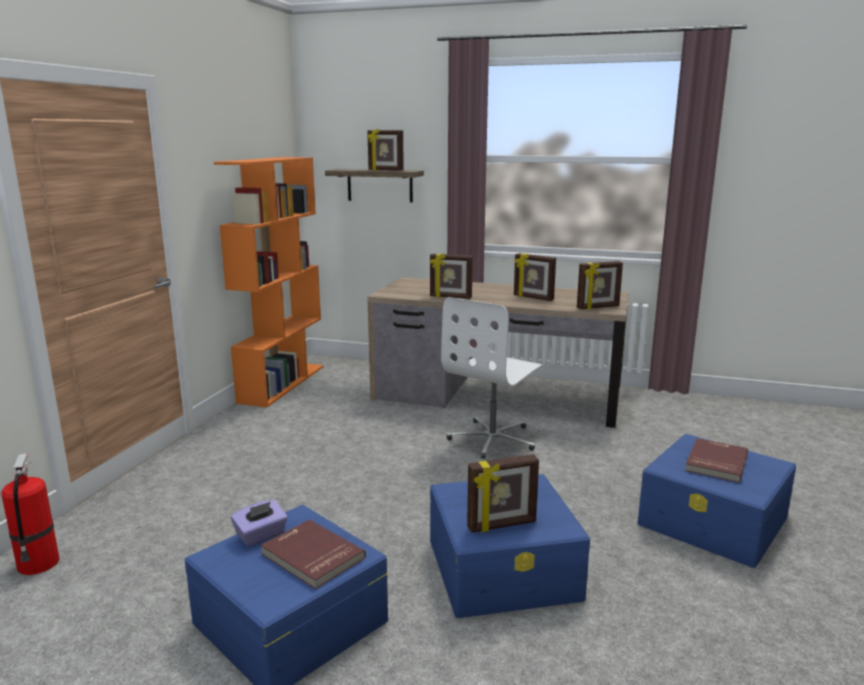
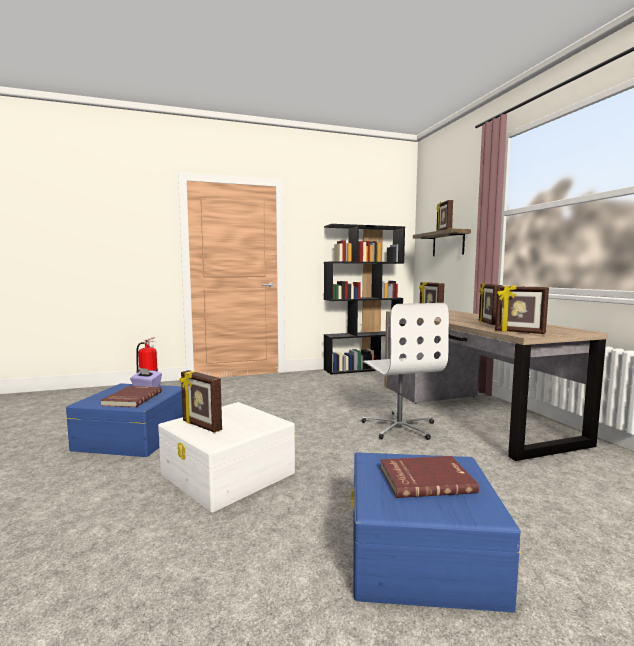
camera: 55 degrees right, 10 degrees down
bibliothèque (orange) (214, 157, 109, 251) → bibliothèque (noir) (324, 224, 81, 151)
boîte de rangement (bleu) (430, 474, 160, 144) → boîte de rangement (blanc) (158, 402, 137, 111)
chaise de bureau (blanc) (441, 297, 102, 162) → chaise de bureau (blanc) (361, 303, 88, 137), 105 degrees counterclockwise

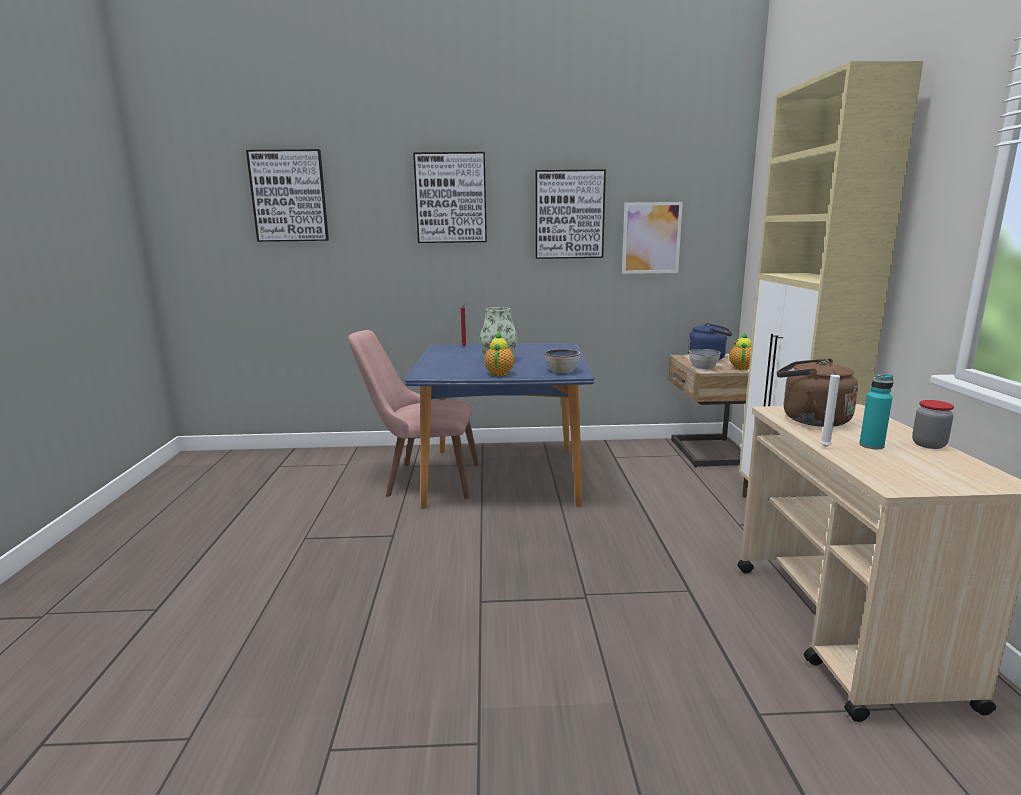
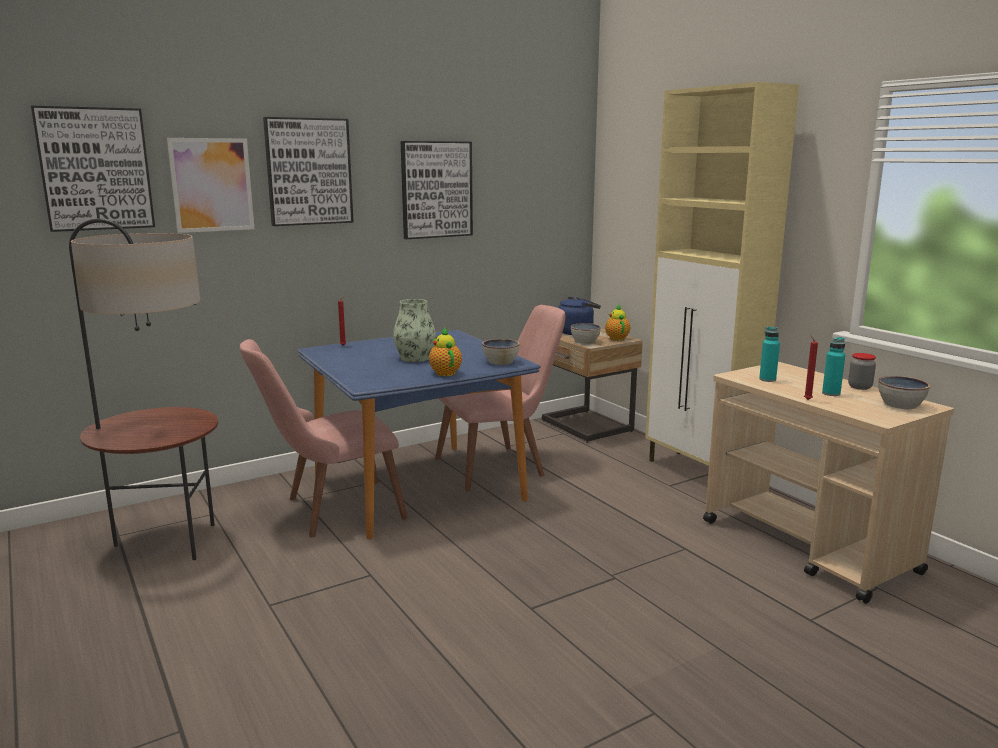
camera: 30 degrees left, 0 degrees up
tableau (622, 202, 61, 72) → tableau (167, 138, 87, 95), shifted
bouilloire (marron) (777, 359, 81, 68) → bouteille (turquoise) (759, 326, 21, 56)
bougie (blanc) (820, 365, 20, 83) → bougie (rouge) (804, 335, 14, 65)
- → lampadaire (69, 218, 149, 342)
- → chaise (rose) (435, 305, 130, 186)
- → bol (878, 376, 52, 33)

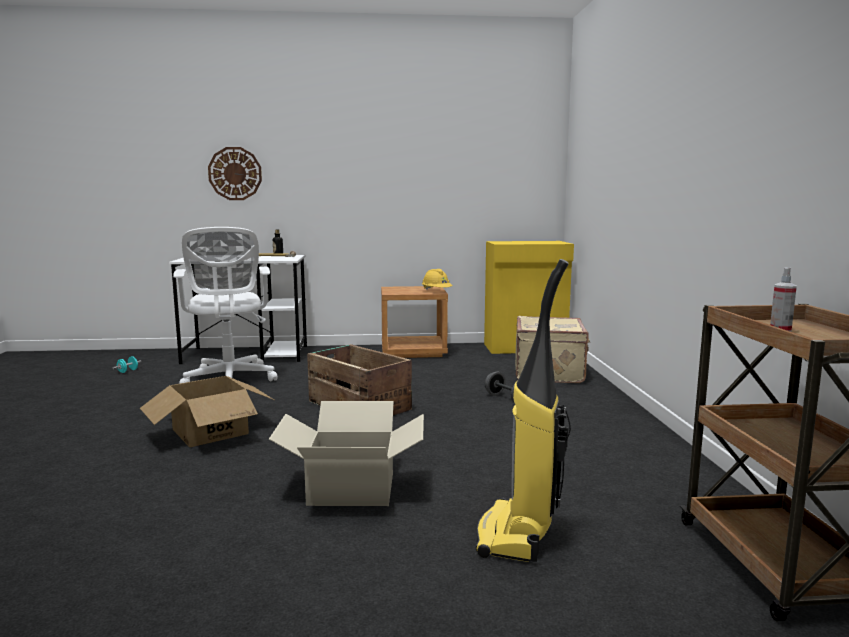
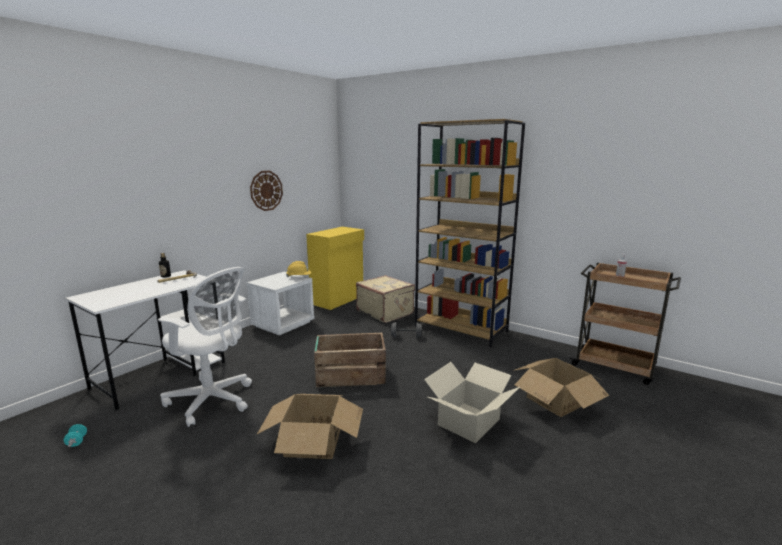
camera: 50 degrees left, 5 degrees up
horloge murale (208, 147, 54, 53) → horloge murale (250, 171, 33, 40), shifted
table de chevet (marron) (381, 286, 67, 72) → table de chevet (blanc) (247, 272, 68, 64)
aspirateur (476, 259, 95, 303) → carton (513, 358, 96, 59)
- → bibliothèque (marron) (415, 119, 110, 228)

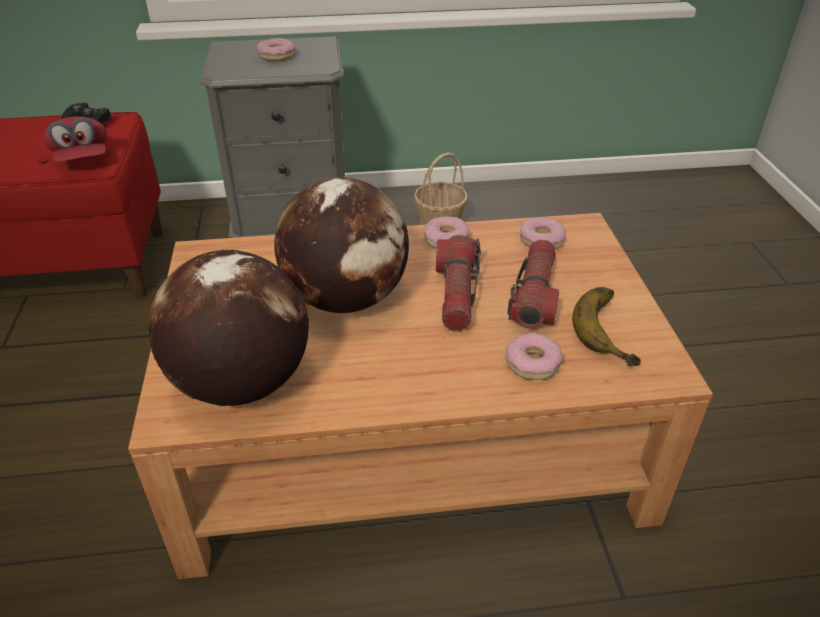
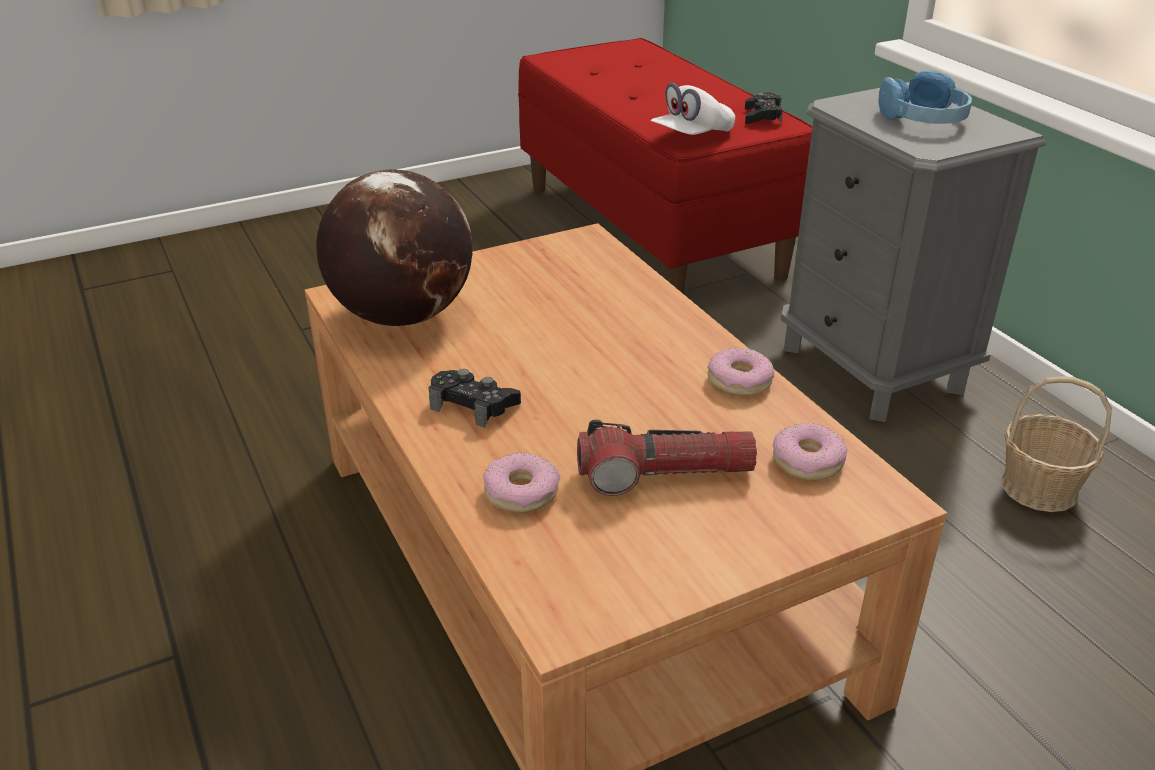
camera: 70 degrees right, 5 degrees down
casquette (rouge) (43, 116, 64, 46) → casquette (blanc) (651, 83, 84, 52)
beignet (257, 38, 38, 23) → casque audio (bleu) (878, 70, 94, 54)
globe (274, 178, 135, 135) → -
lampe de poche (436, 235, 45, 96) → -
banane (572, 287, 69, 79) → -
- → manette (noir) (429, 369, 92, 59)

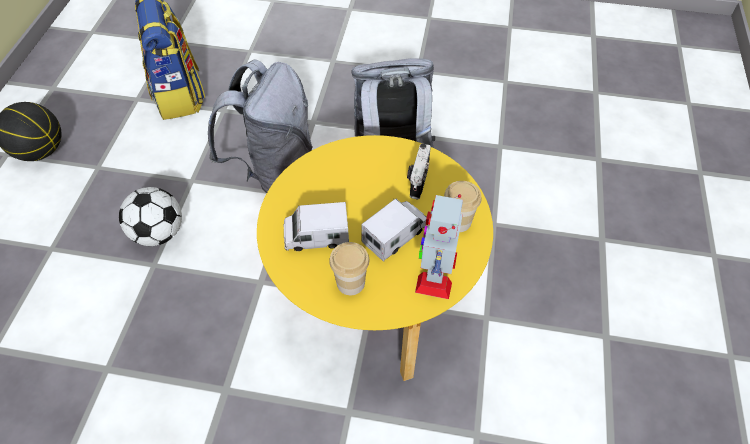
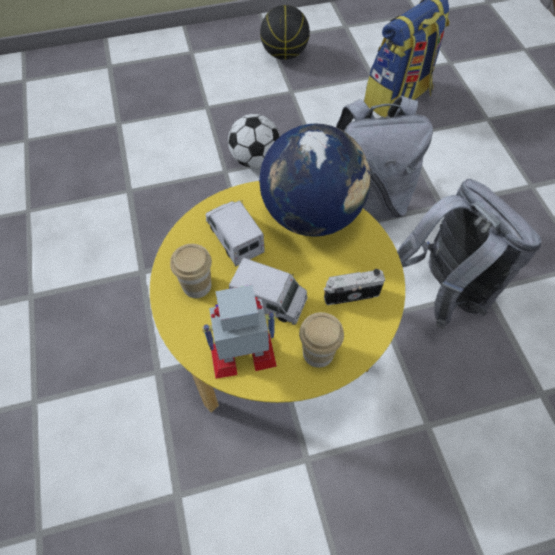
camera: 65 degrees right, 5 degrees up
- → globe (259, 123, 112, 114)

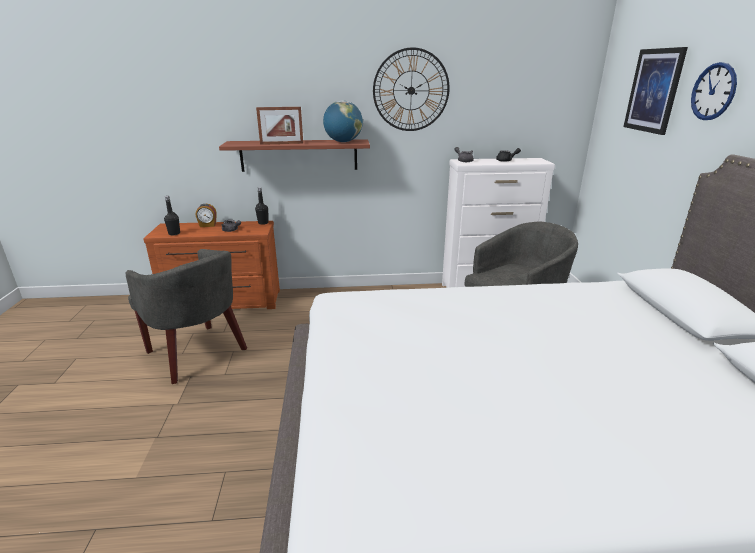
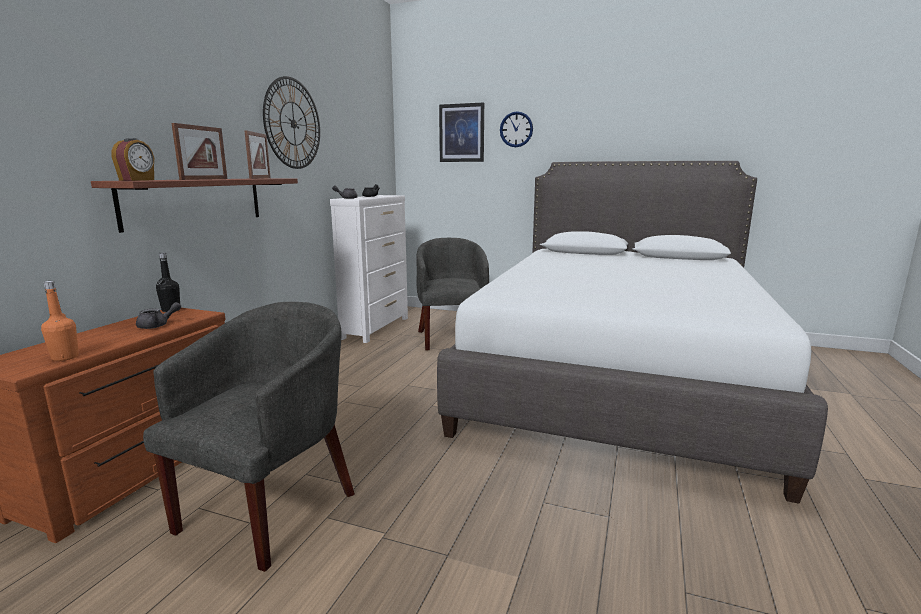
camera: 65 degrees left, 10 degrees down
fauteuil (gris) (125, 249, 122, 135) → fauteuil (gris) (143, 302, 212, 270), 45 degrees counterclockwise
bouteille (noir) (164, 196, 16, 39) → bouteille (orange) (41, 281, 38, 80)
réveil (196, 204, 21, 23) → réveil (112, 138, 42, 43), shifted
globe (323, 101, 40, 41) → cadre photo (244, 130, 27, 49)

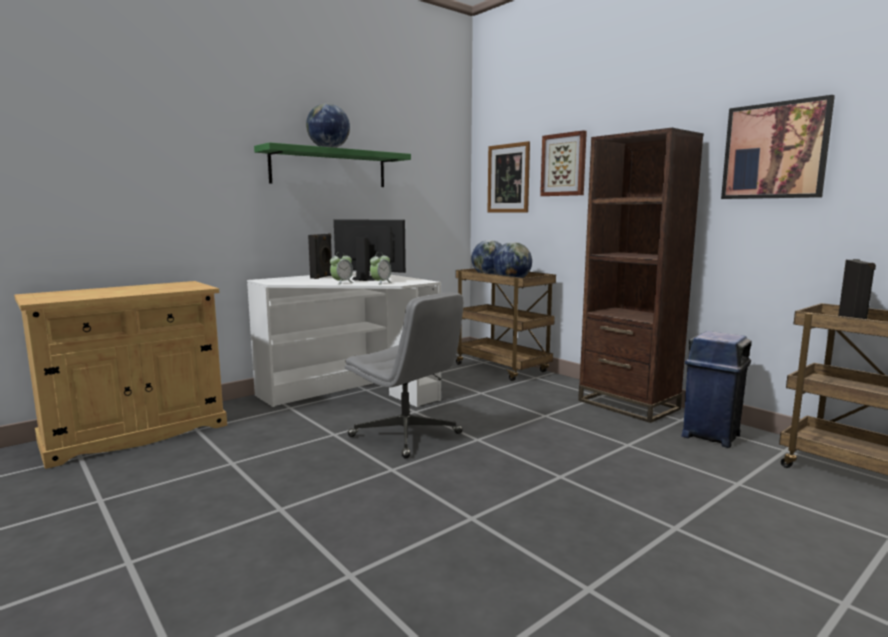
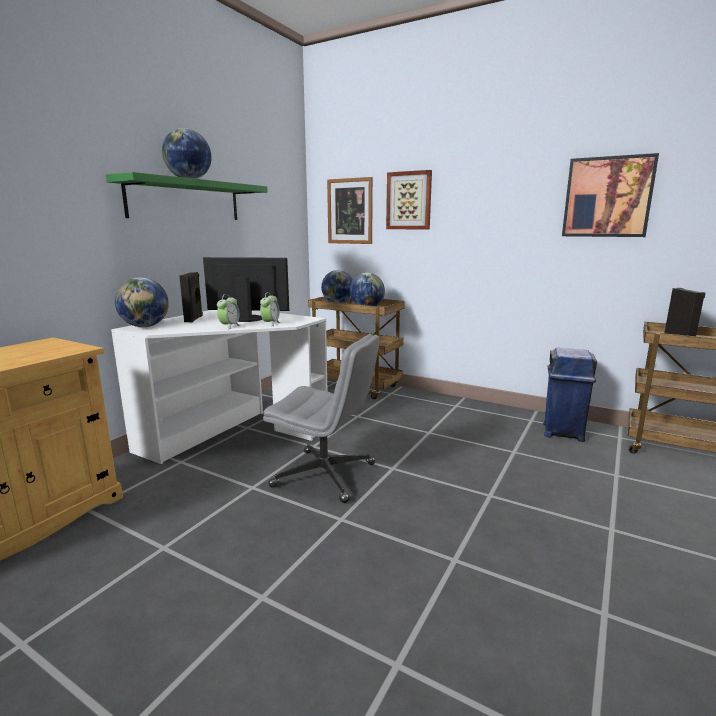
camera: 20 degrees left, 5 degrees up
bibliothèque (marron) (578, 128, 126, 295) → -
- → globe (115, 277, 54, 50)

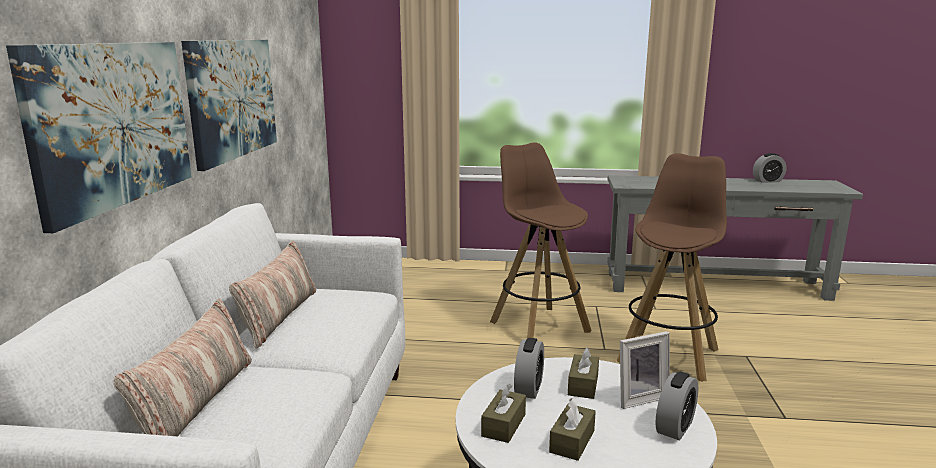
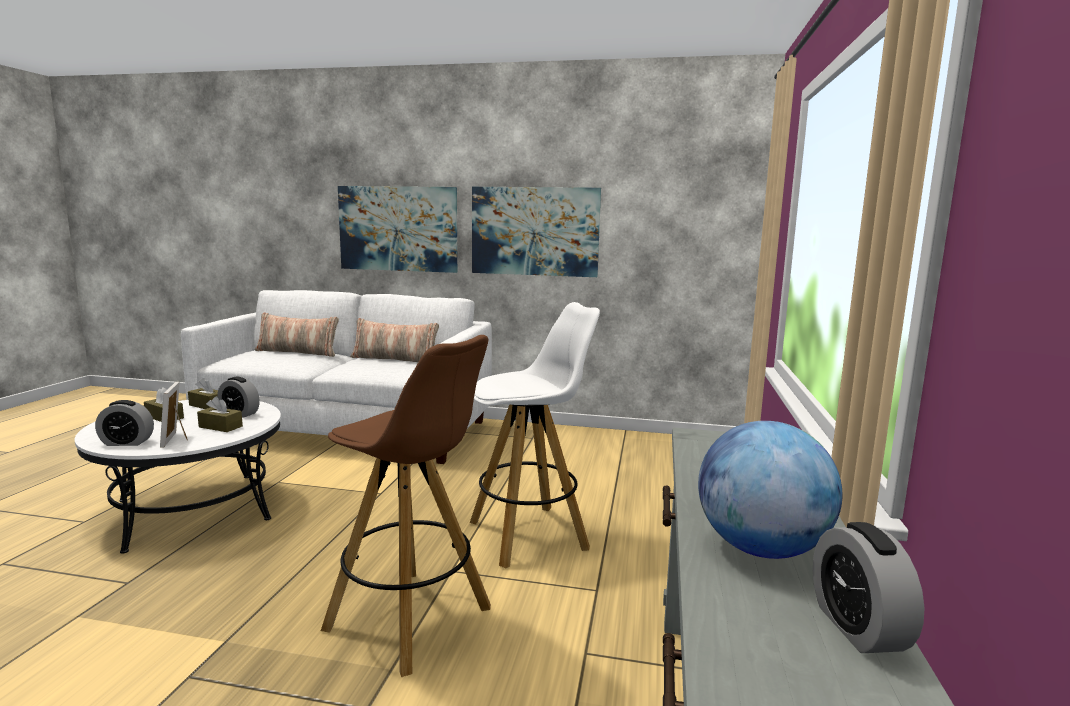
camera: 95 degrees right, 5 degrees down
tabouret (marron) (490, 142, 102, 196) → tabouret (blanc) (470, 302, 130, 267)
réveil (655, 372, 43, 69) → réveil (95, 400, 59, 46), 45 degrees counterclockwise
- → globe (698, 421, 144, 138)

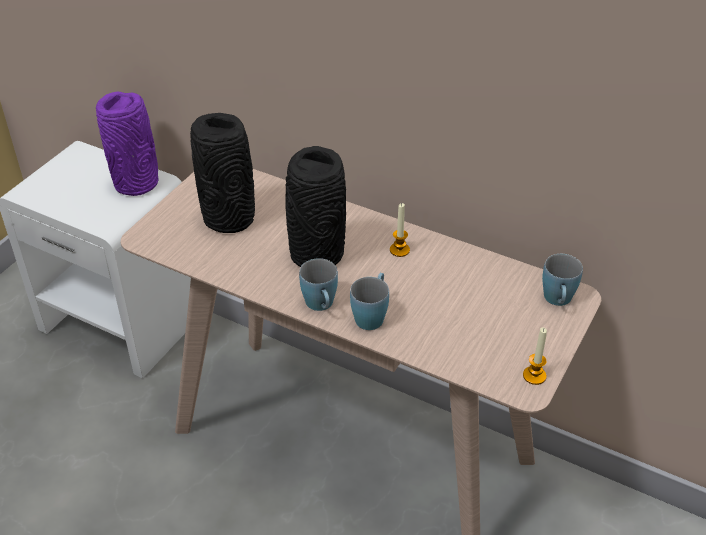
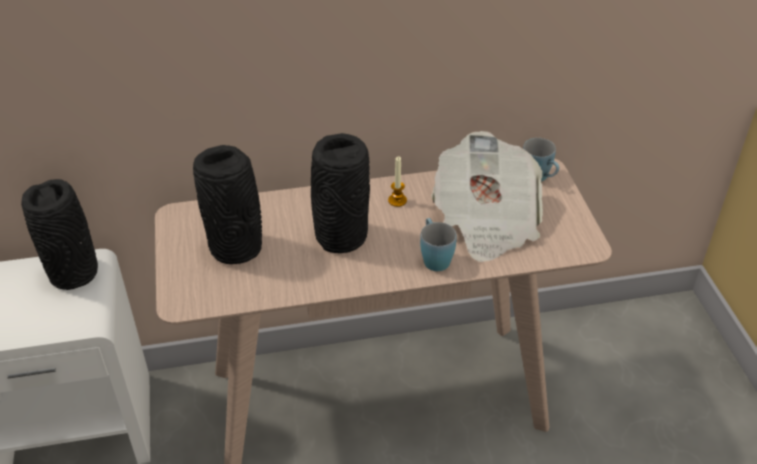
camera: 40 degrees left, 0 degrees up
vase (violet) (96, 92, 62, 104) → vase (noir) (21, 179, 77, 111)
mug (bleu) (299, 258, 39, 53) → -
bougie (523, 327, 24, 58) → -
- → journal (432, 131, 111, 131)

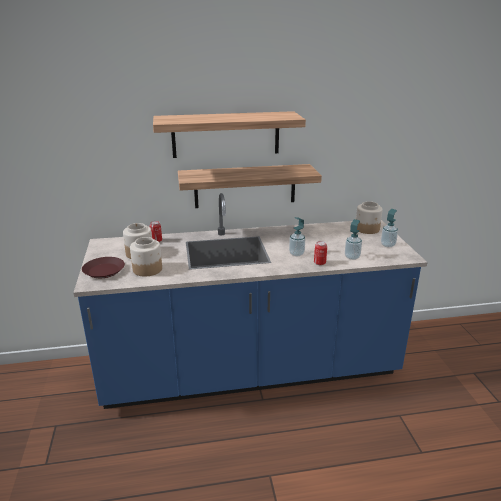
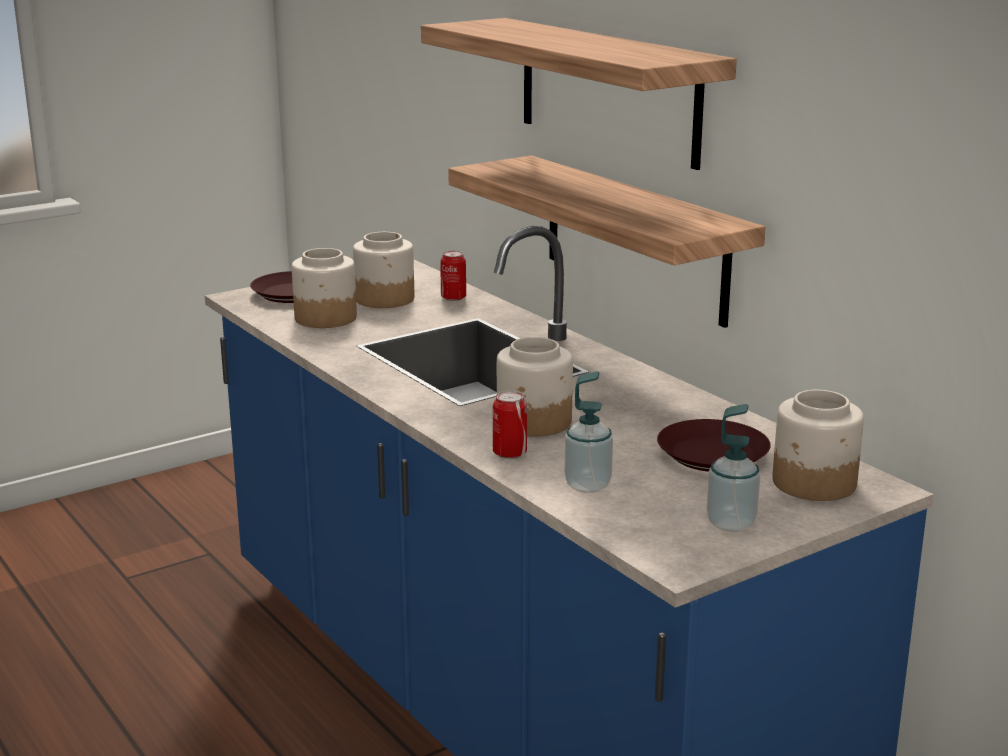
camera: 65 degrees right, 5 degrees down
distributeur de savon (289, 217, 16, 39) → bocal (497, 337, 76, 99)
- → assiette (marron) (657, 419, 114, 53)

